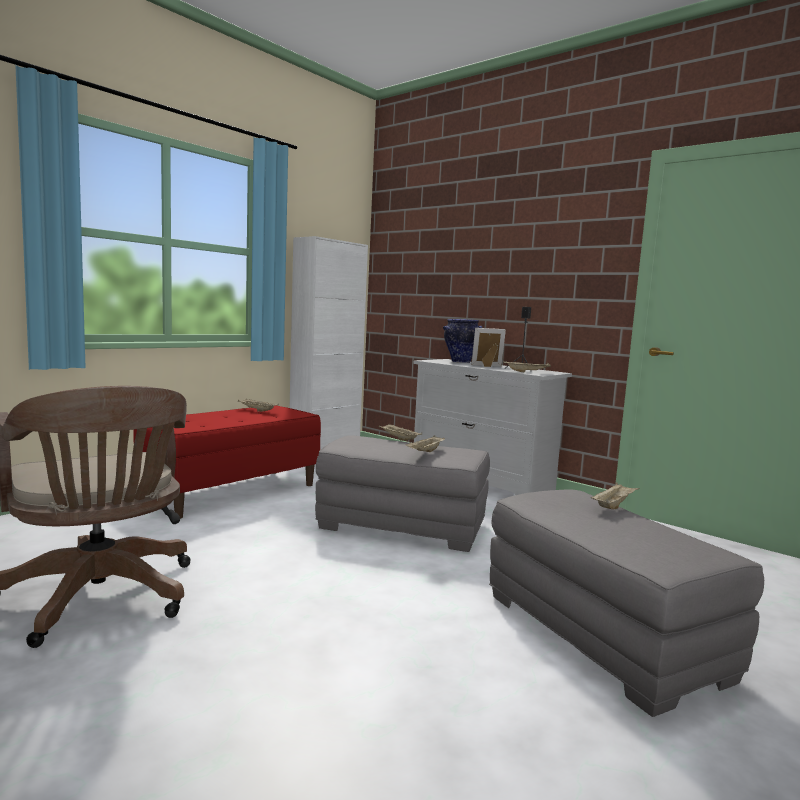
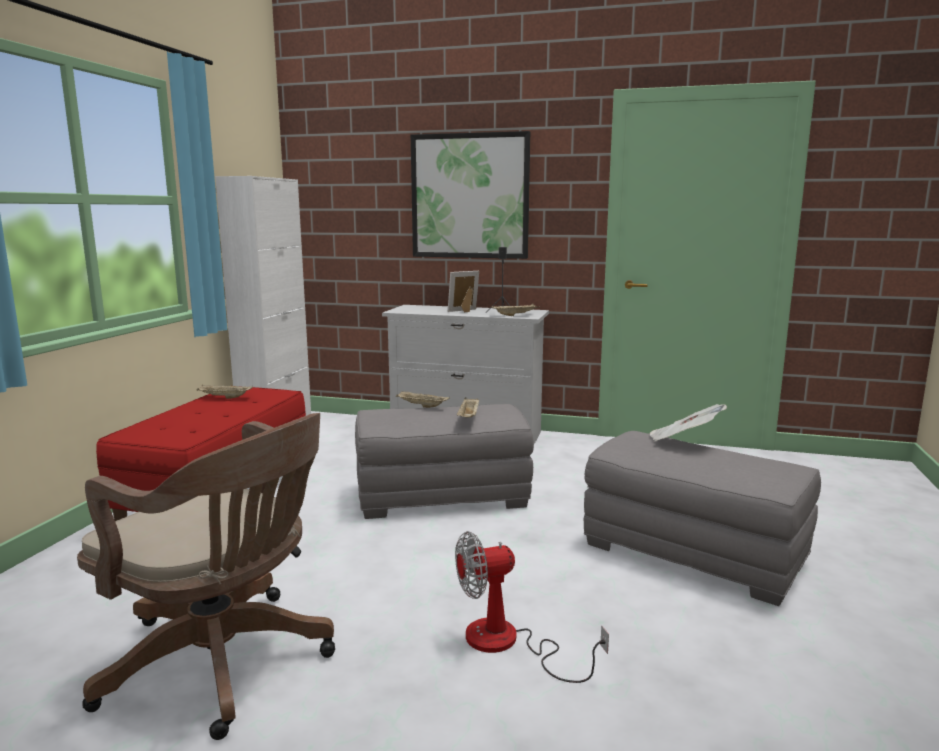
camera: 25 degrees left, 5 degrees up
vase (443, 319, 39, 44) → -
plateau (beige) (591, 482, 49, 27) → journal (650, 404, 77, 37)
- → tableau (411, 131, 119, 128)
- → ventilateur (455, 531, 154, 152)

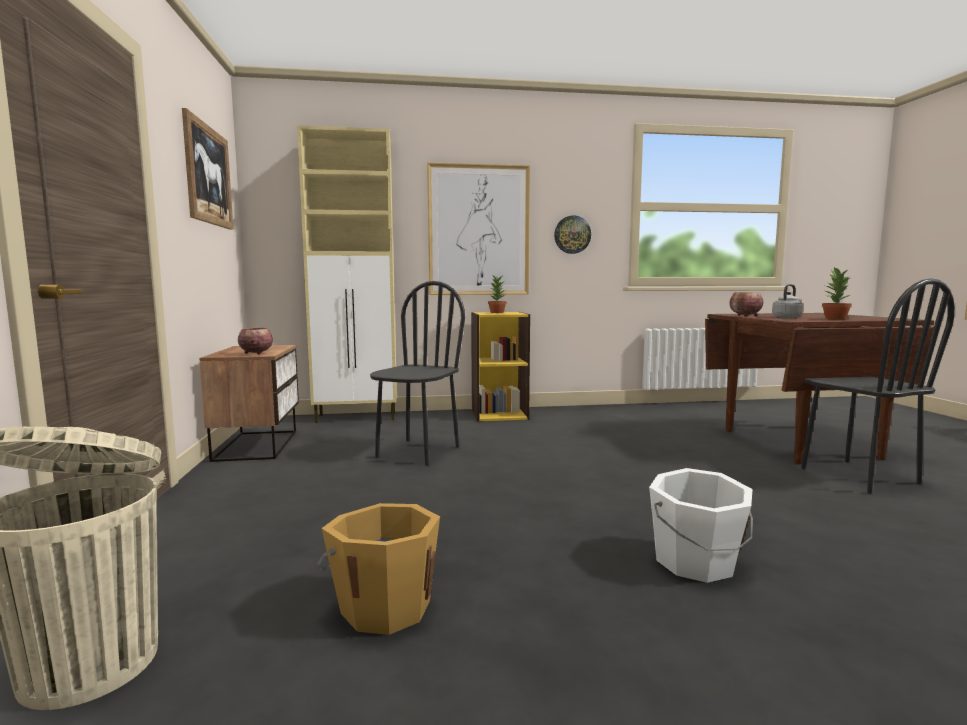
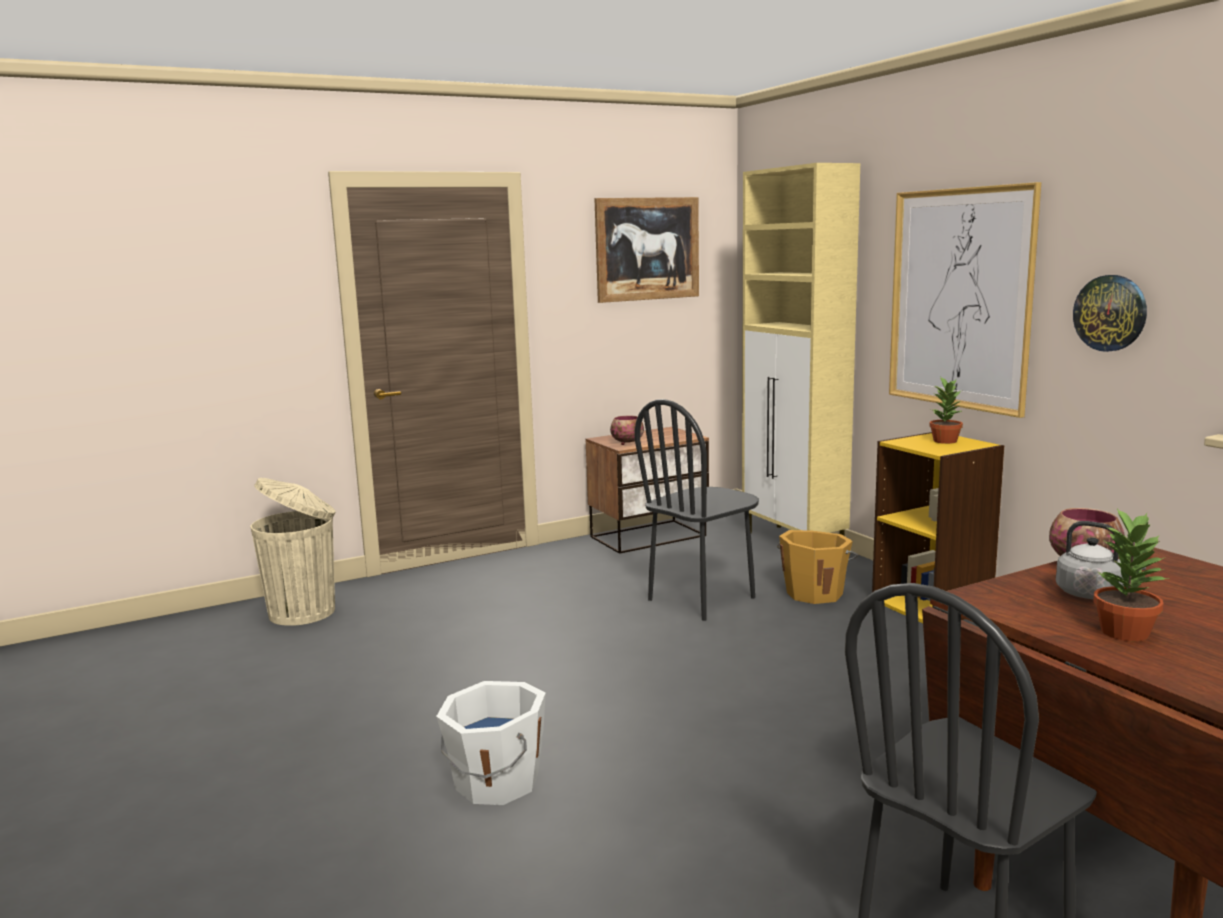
camera: 70 degrees right, 5 degrees up
seau (orange) (317, 503, 123, 132) → seau (orange) (777, 530, 81, 74), shifted
chaise (noir) (370, 281, 95, 184) → chaise (noir) (635, 399, 124, 222), 135 degrees clockwise

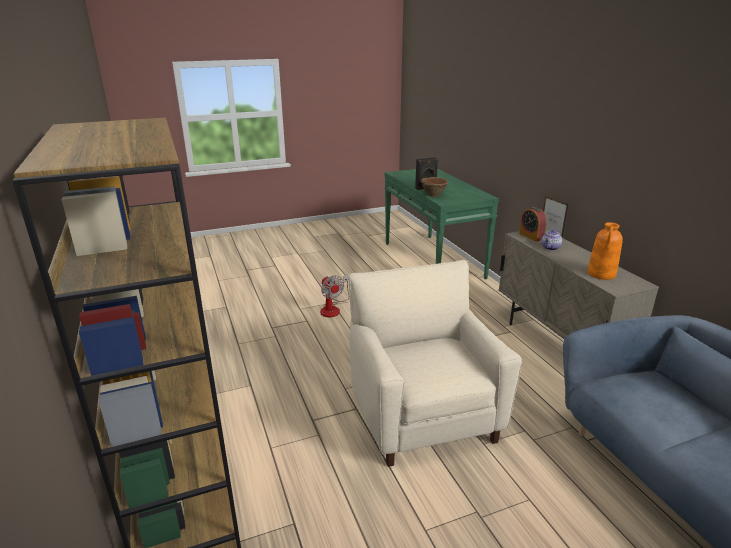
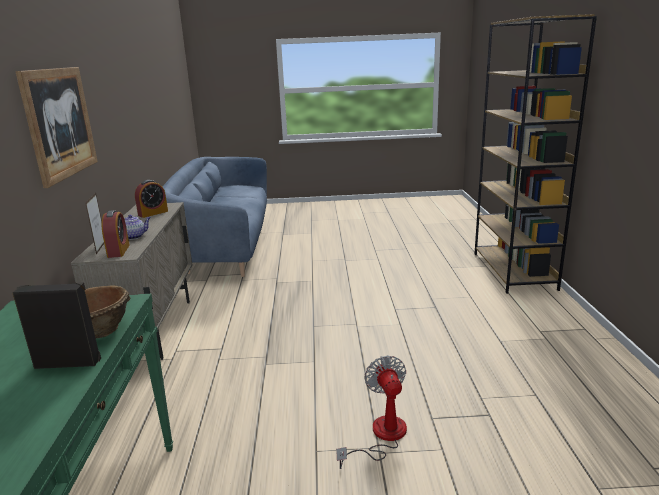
camera: 160 degrees left, 5 degrees down
fauteuil (beige) (348, 260, 174, 207) → -
vase (orange) (588, 222, 35, 58) → réveil (135, 180, 33, 38)
- → tableau (15, 67, 83, 121)

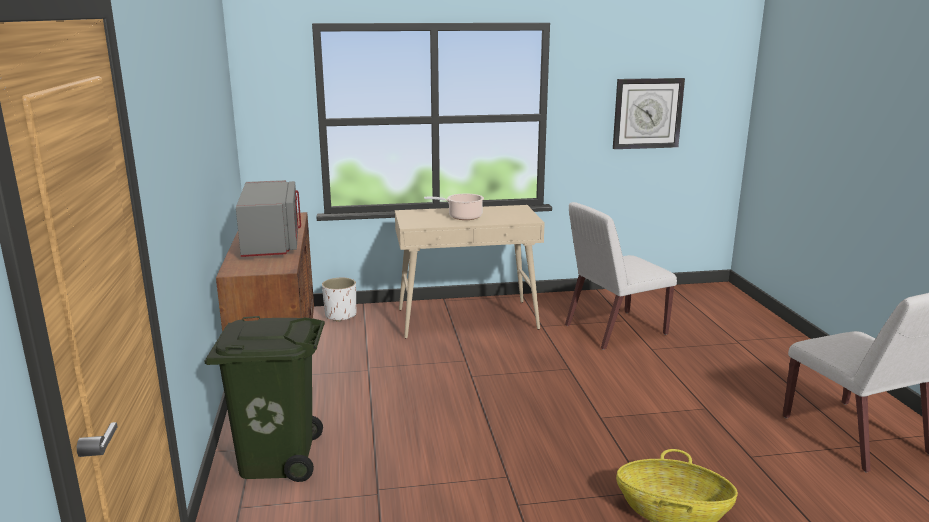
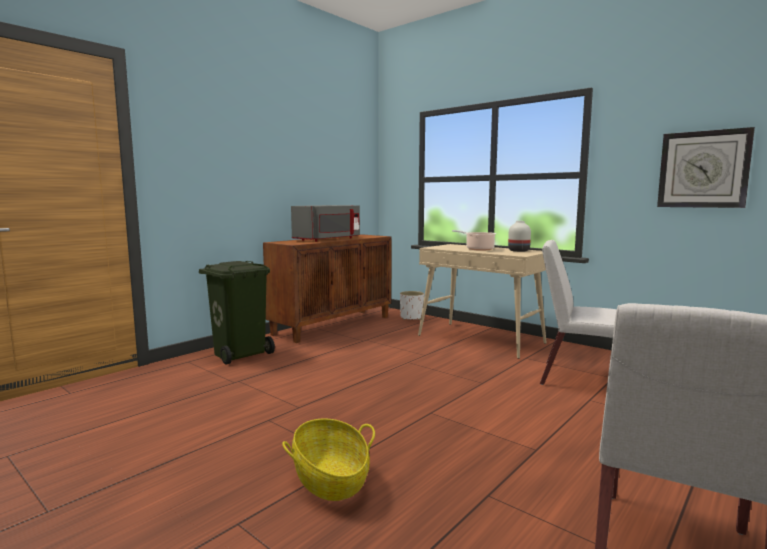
camera: 50 degrees right, 10 degrees down
- → vase (blanc) (508, 221, 23, 31)

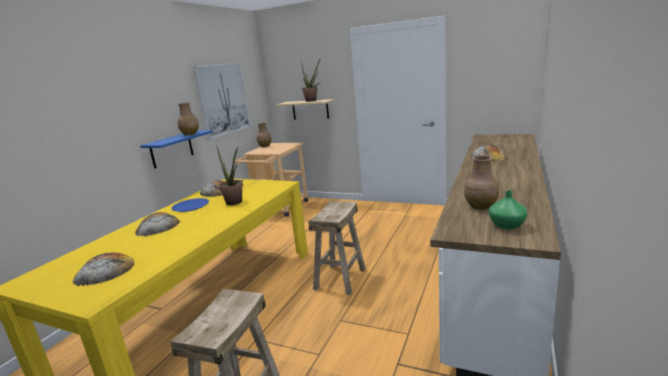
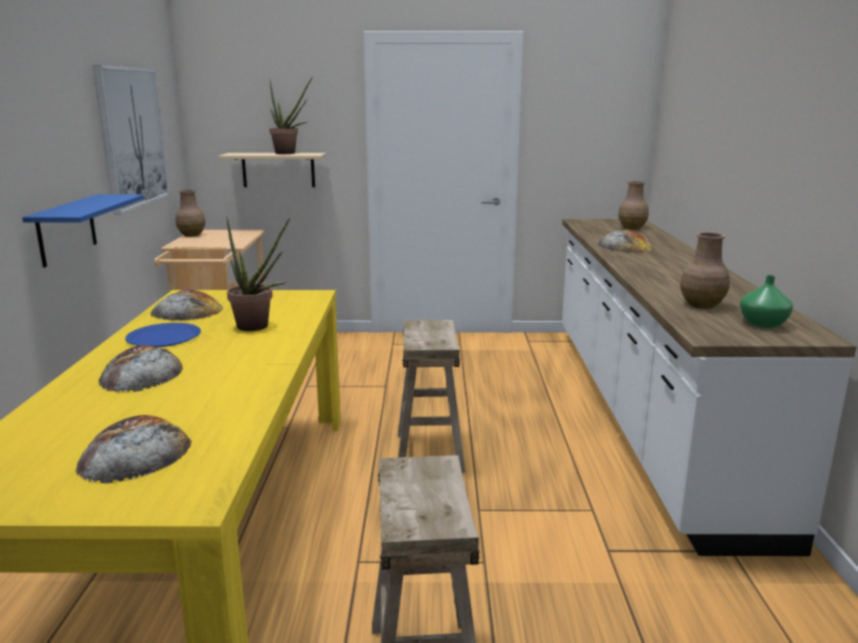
camera: 25 degrees left, 0 degrees up
vase (marron) (178, 103, 21, 32) → vase (marron) (618, 181, 31, 49), shifted

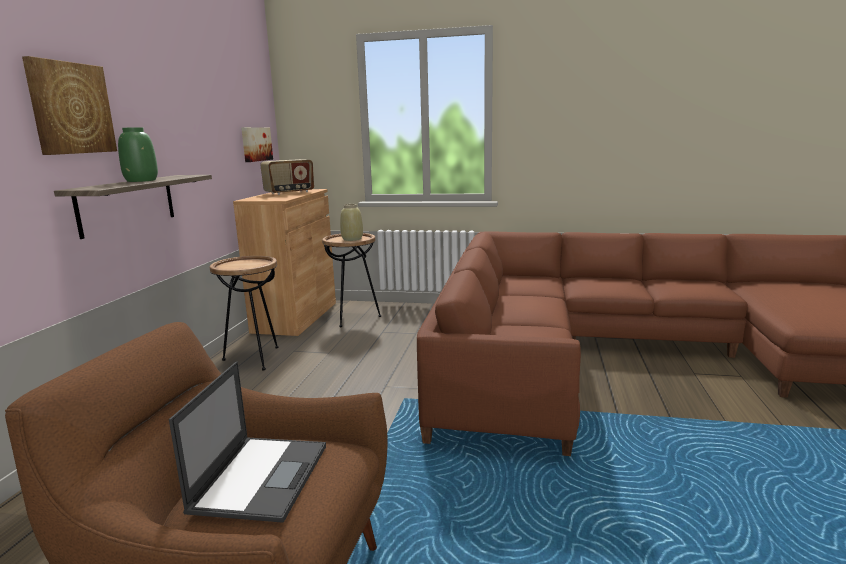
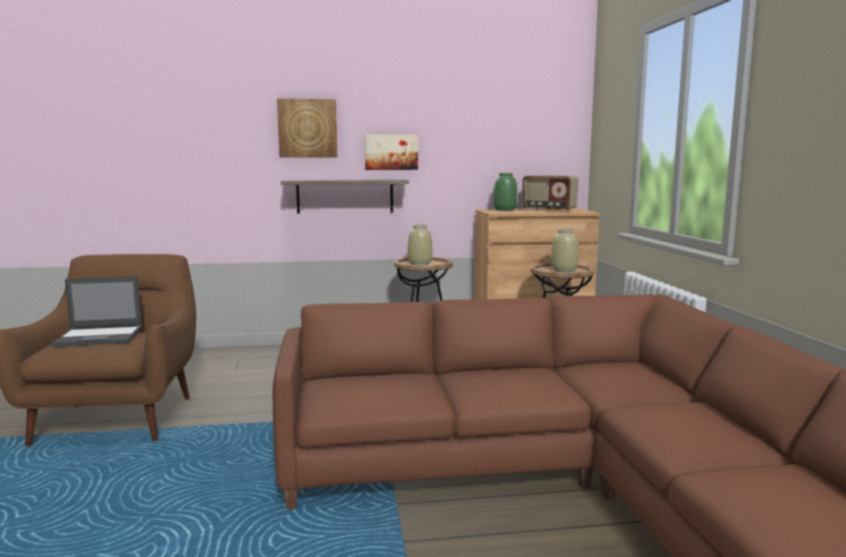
camera: 70 degrees right, 5 degrees down
vase (vert) (118, 127, 40, 55) → vase (vert) (494, 173, 23, 38), shifted
tableau (241, 127, 32, 35) → tableau (365, 134, 53, 36), shifted
- → vase (beige) (408, 225, 24, 40)

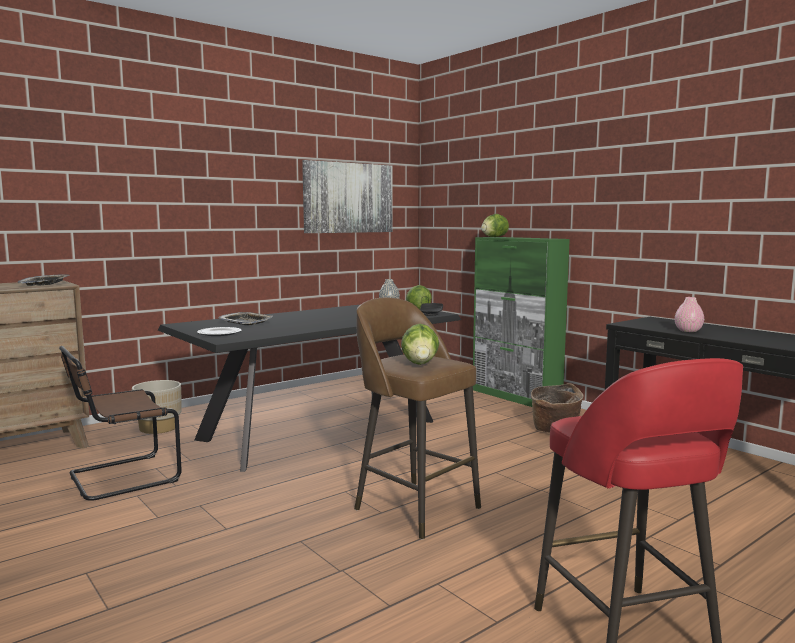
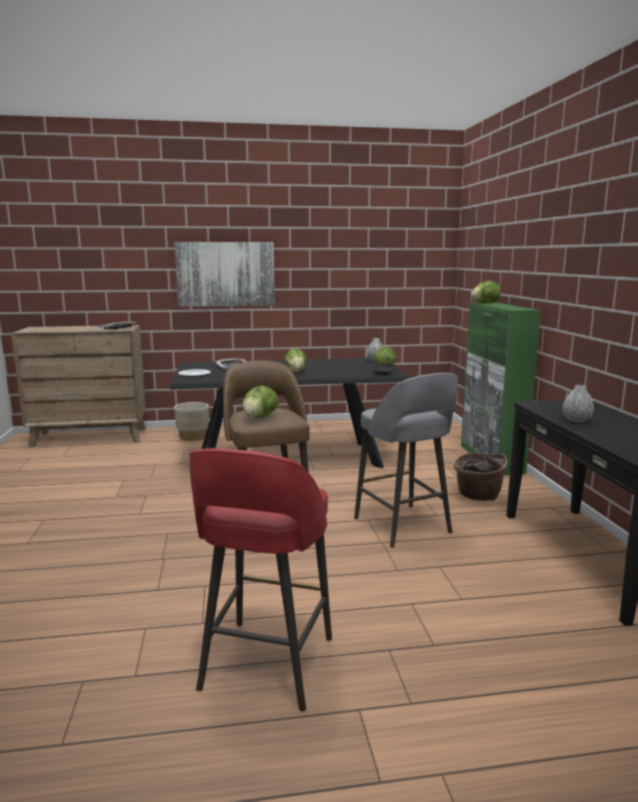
camera: 30 degrees right, 5 degrees up
chaise (marron) (59, 346, 123, 155) → -
tableau (302, 160, 90, 73) → tableau (174, 242, 101, 65), shifted
vase (rose) (675, 297, 29, 35) → vase (gris) (563, 385, 31, 38)
- → laitue (284, 348, 23, 25)
- → tabouret (gris) (354, 373, 104, 175)

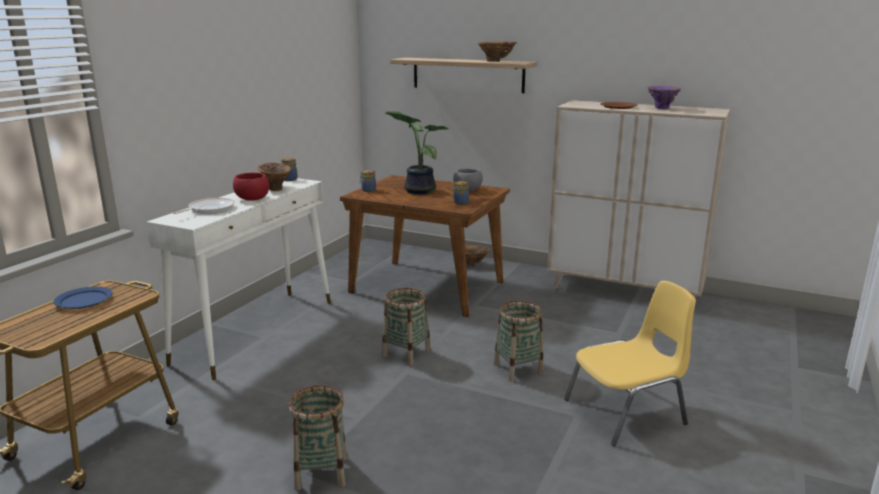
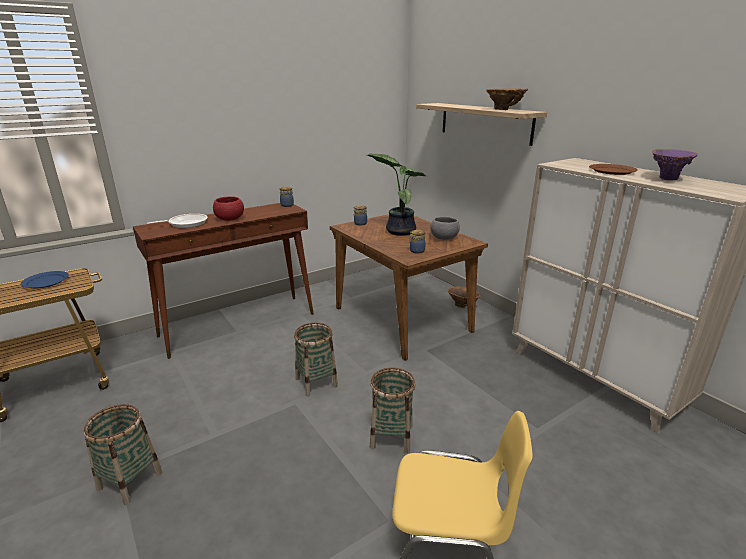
camera: 30 degrees right, 5 degrees up
table console (blanc) (146, 178, 185, 202) → table console (marron) (133, 203, 181, 156)
vase (marron) (258, 163, 33, 28) → -

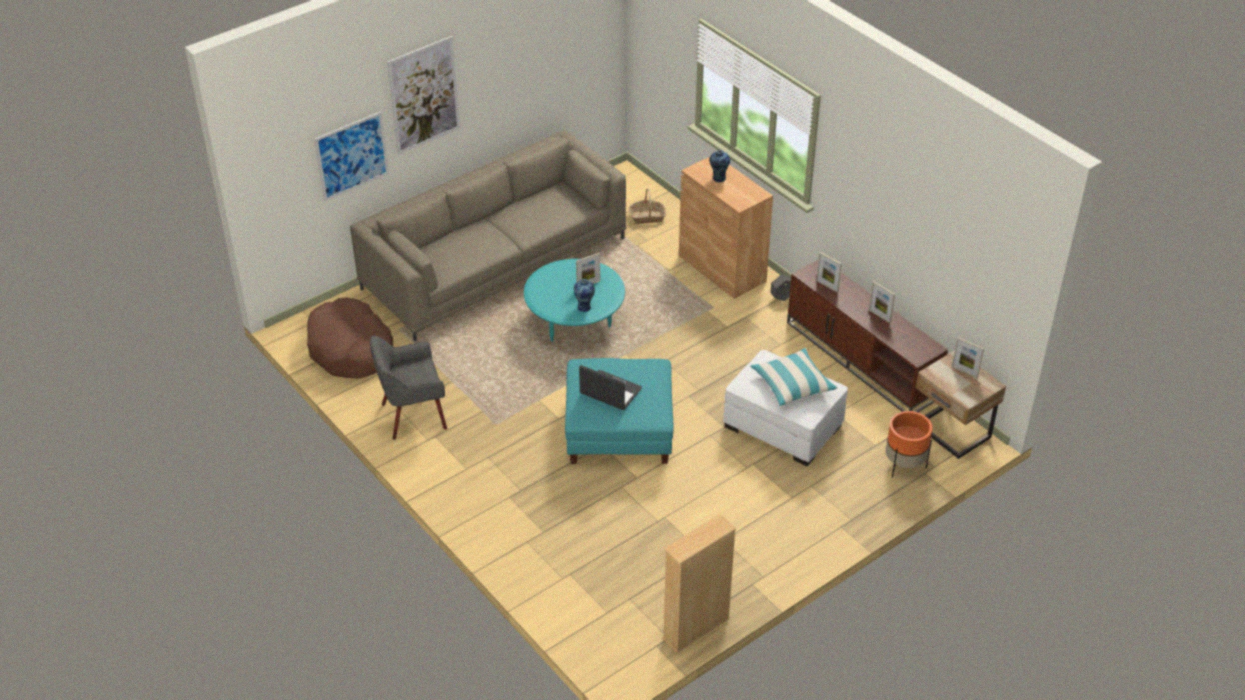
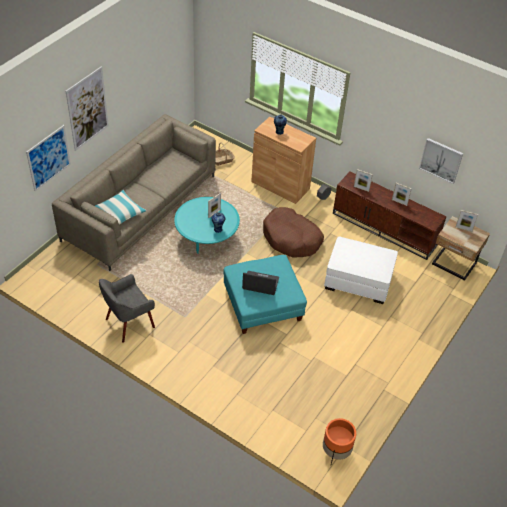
camera: 20 degrees left, 5 degrees up
panier pour chien (marron) (307, 297, 86, 82) → panier pour chien (marron) (263, 207, 61, 51), shifted
bibliothèque (beige) (662, 514, 74, 139) → -
coussin (750, 348, 88, 58) → coussin (95, 190, 52, 35), shifted
cache-pot (orange) (886, 411, 47, 67) → cache-pot (orange) (323, 418, 33, 46), shifted
- → tableau (419, 138, 44, 46)

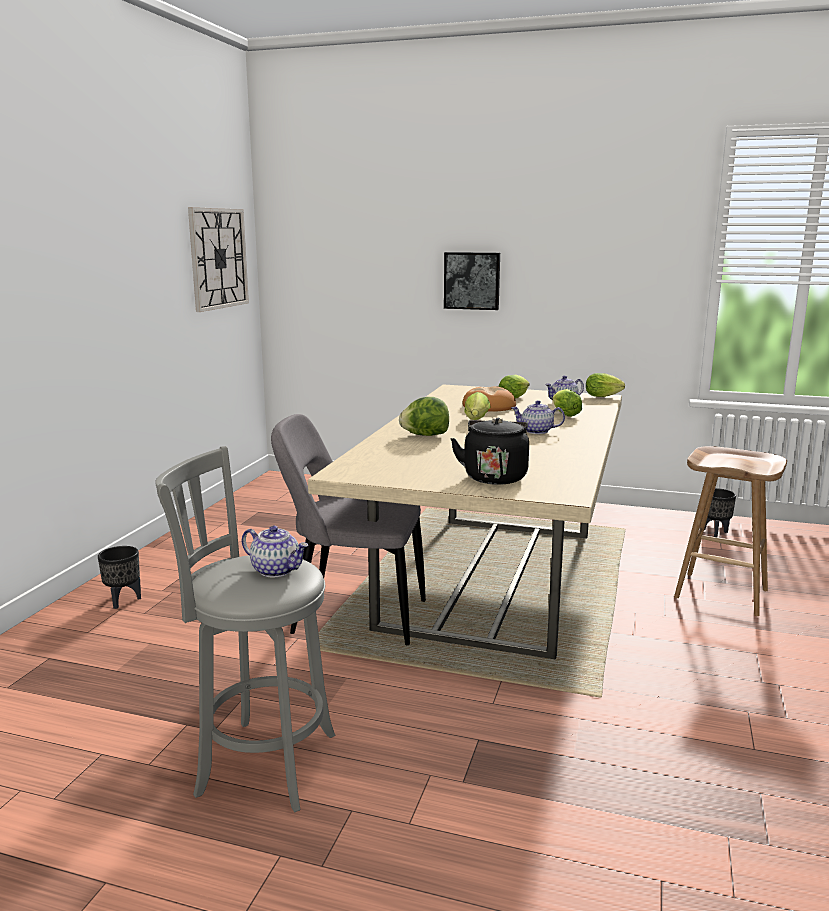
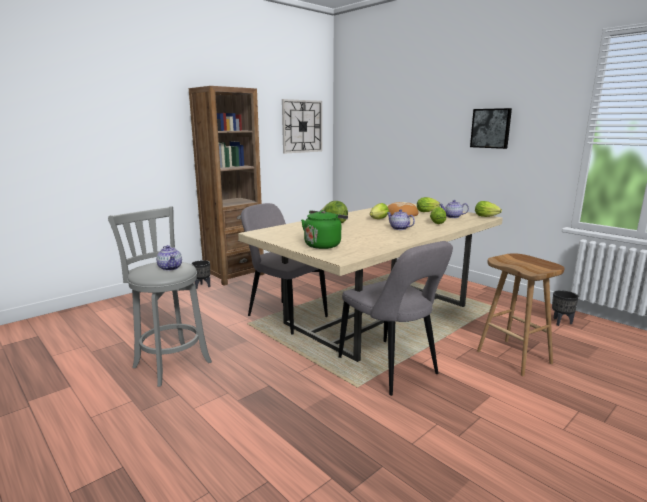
camera: 30 degrees right, 0 degrees up
tableau (444, 252, 56, 58) → tableau (470, 108, 42, 41), shifted
bouilloire (noir) (450, 418, 79, 67) → bouilloire (vert) (301, 210, 47, 39)
- → bibliothèque (marron) (189, 86, 75, 200)
- → chaise (gris) (339, 241, 114, 155)

